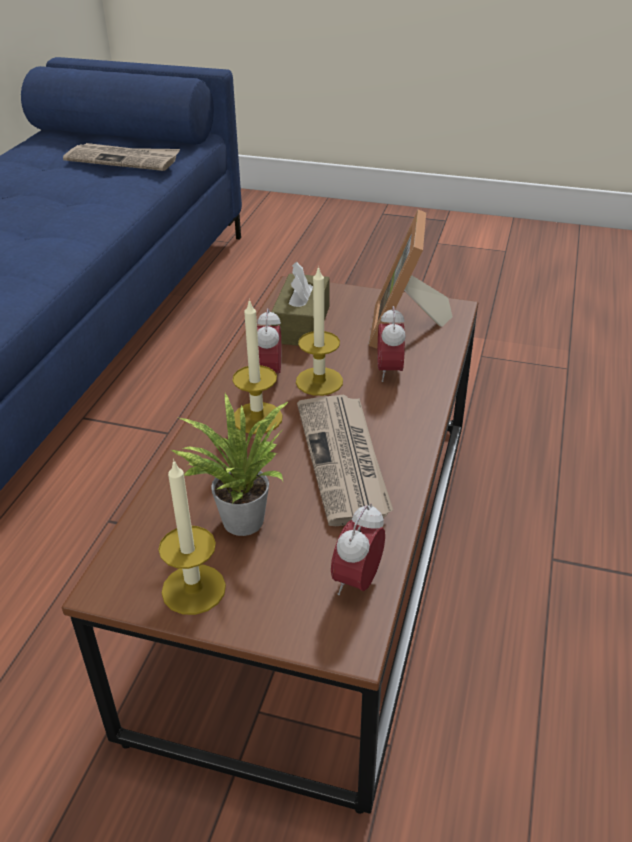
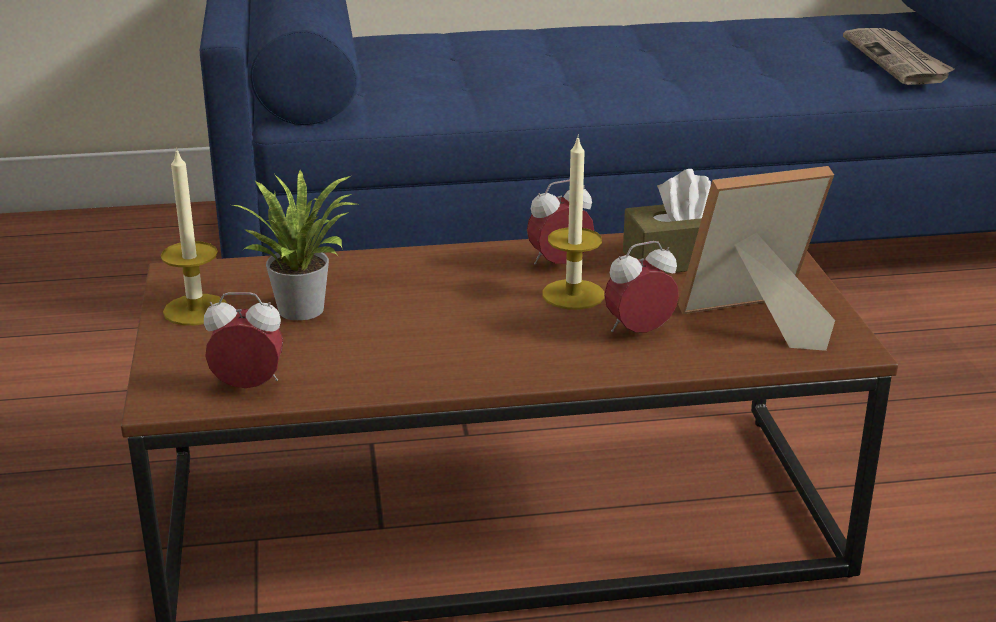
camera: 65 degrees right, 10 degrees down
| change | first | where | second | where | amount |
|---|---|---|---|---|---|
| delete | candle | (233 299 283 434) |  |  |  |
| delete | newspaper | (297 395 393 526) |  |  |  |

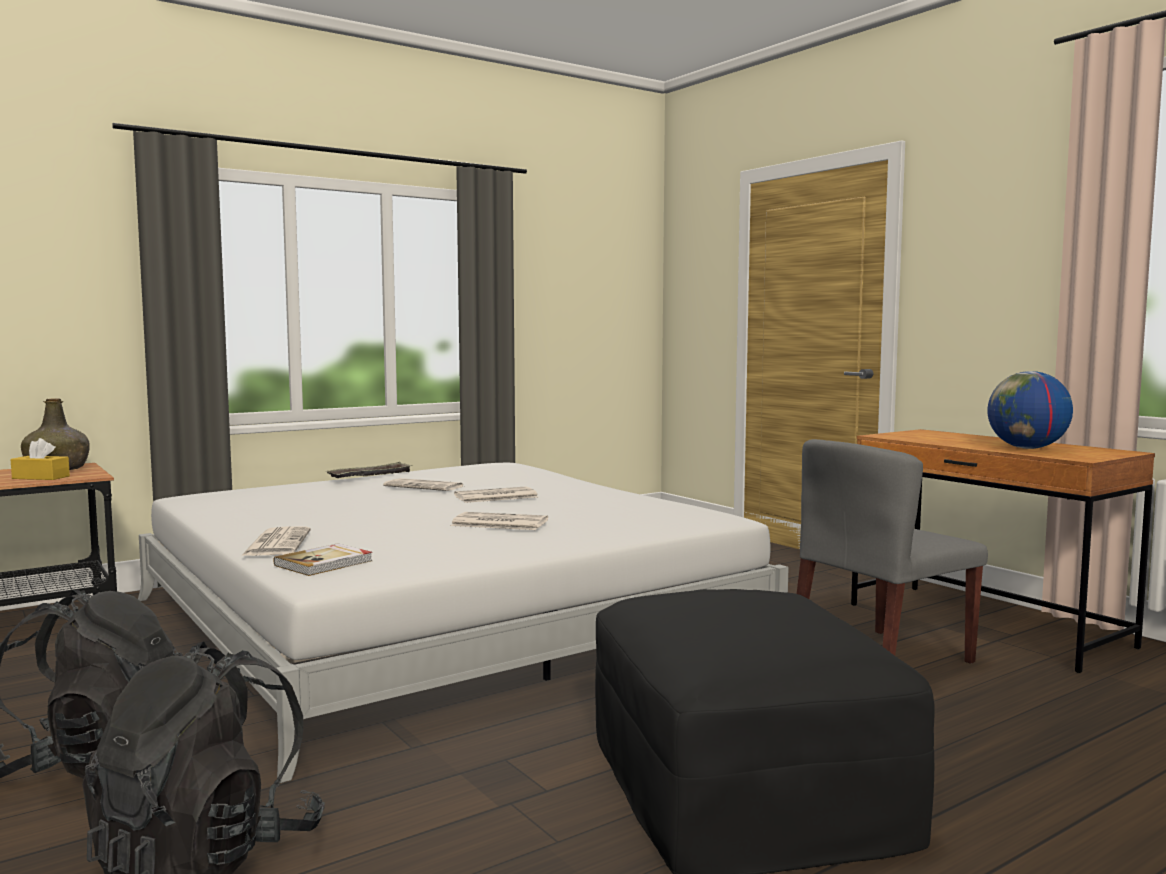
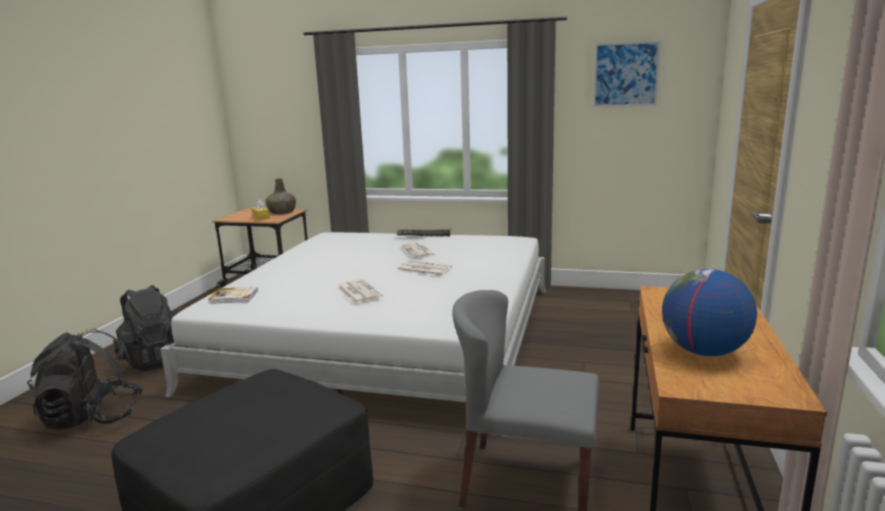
camera: 50 degrees right, 10 degrees up
| change | first | where | second | where | amount |
|---|---|---|---|---|---|
| delete | newspaper | (241 527 311 556) |  |  |  |
| insert |  |  | picture | (593 41 661 107) |  |

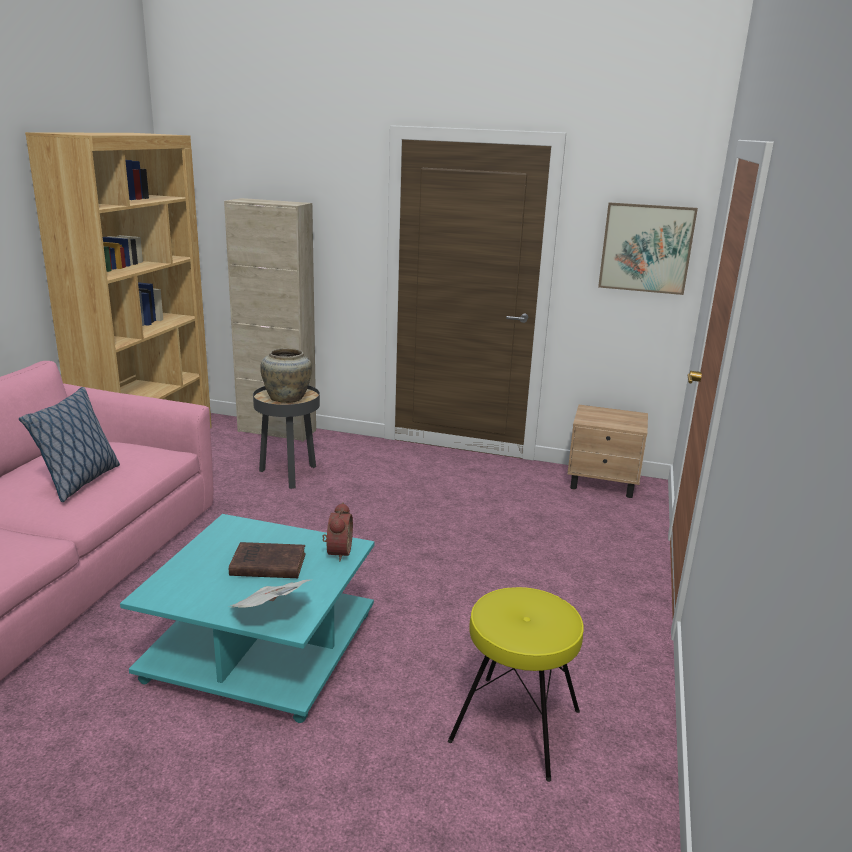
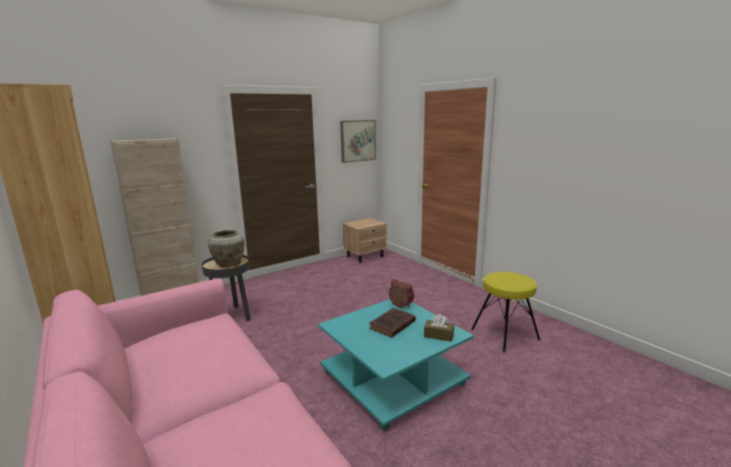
camera: 50 degrees left, 5 degrees down
| change | first | where | second | where | amount |
|---|---|---|---|---|---|
| delete | pillow | (19 387 120 502) |  |  |  |
| replace | newspaper | (231 580 310 608) | brown tissue box | (424 314 454 342) |  |

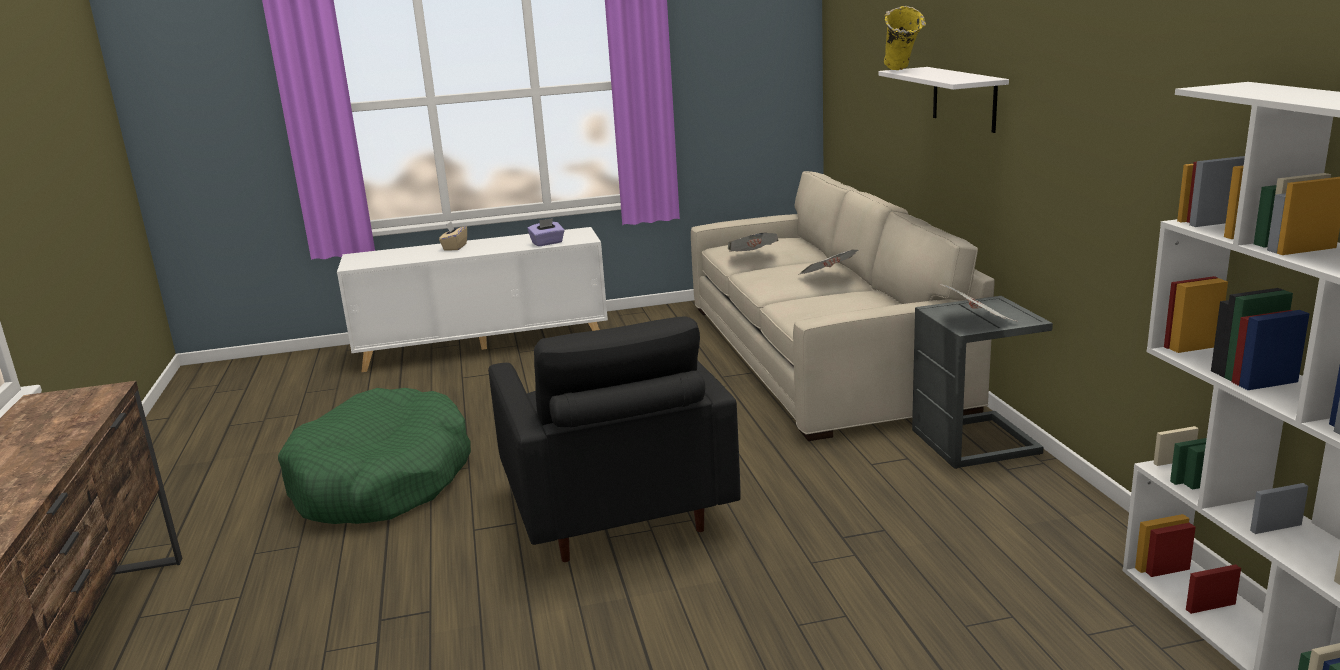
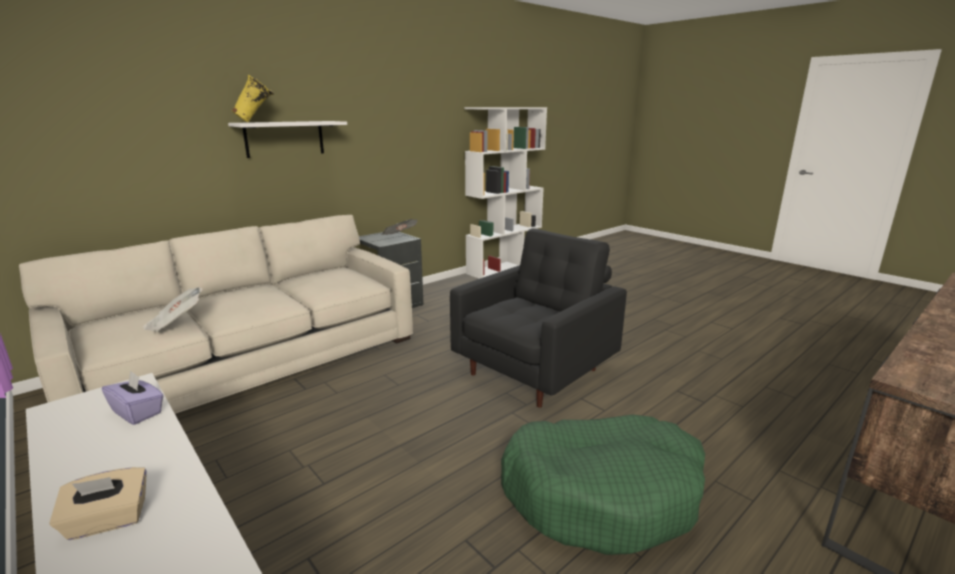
camera: 120 degrees left, 0 degrees up
| change | first | where | second | where | amount |
|---|---|---|---|---|---|
| delete | newspaper | (800 250 858 274) |  |  |  |

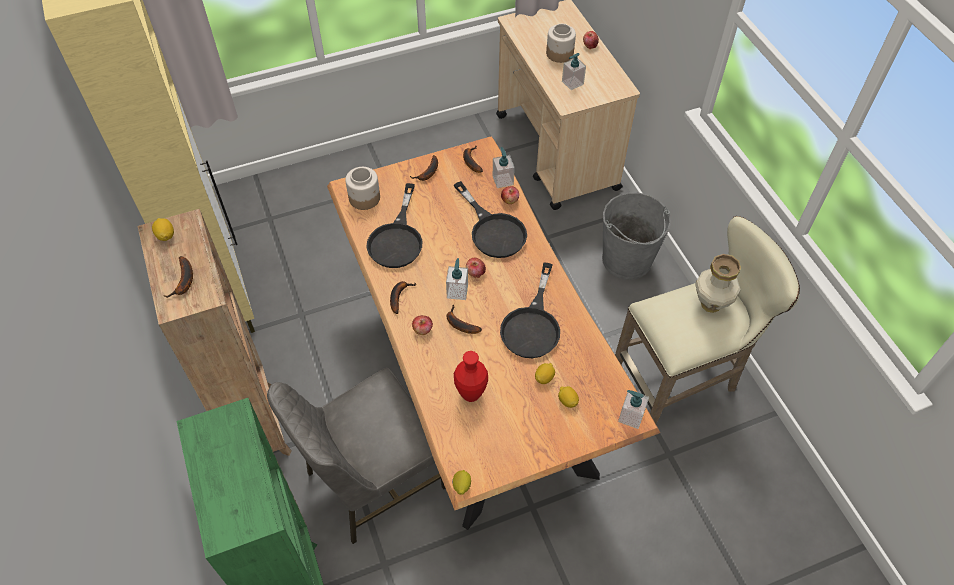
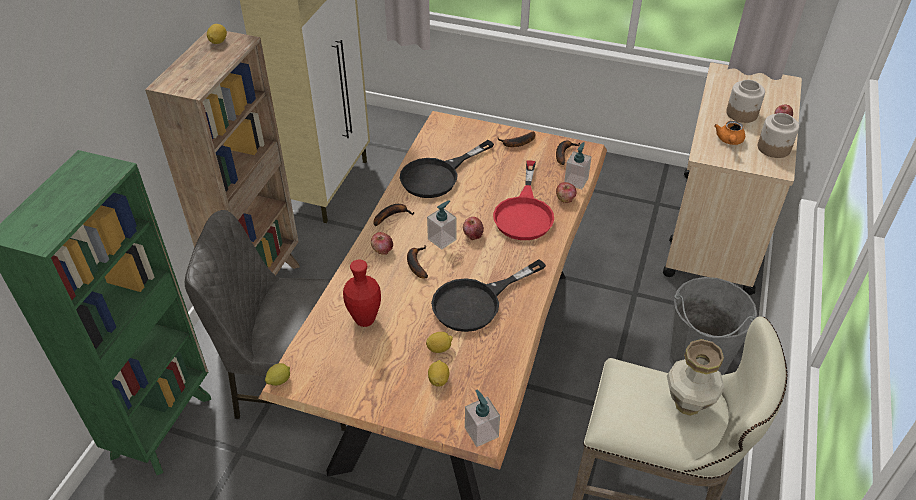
camera: 40 degrees right, 10 degrees down
| change | first | where | second | where | amount |
|---|---|---|---|---|---|
| delete | banana | (164 256 193 298) |  |  |  |
| move | jar | (345 167 380 210) |  | (758 113 799 158) |  |
| replace | soap dispenser | (562 53 586 90) | orange teapot | (714 121 745 145) |  |
| recolor | black frying pan | (454 181 527 258) | red frying pan | (493 161 554 240) |  |

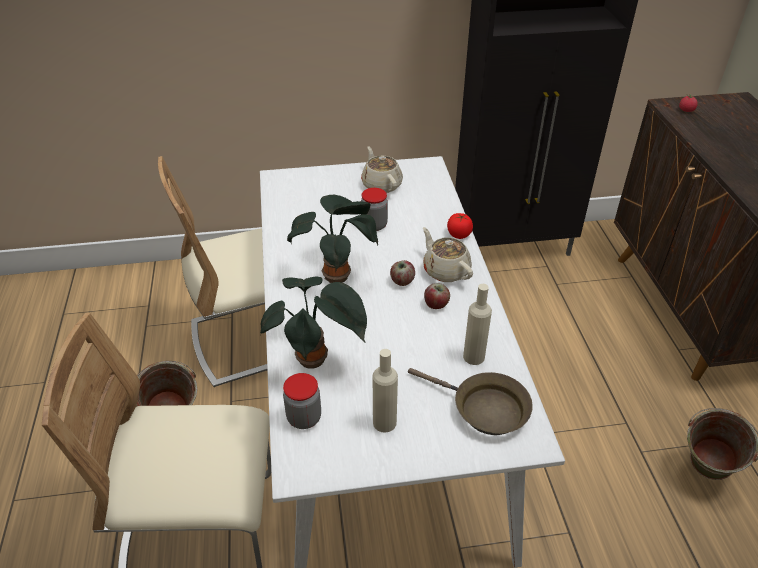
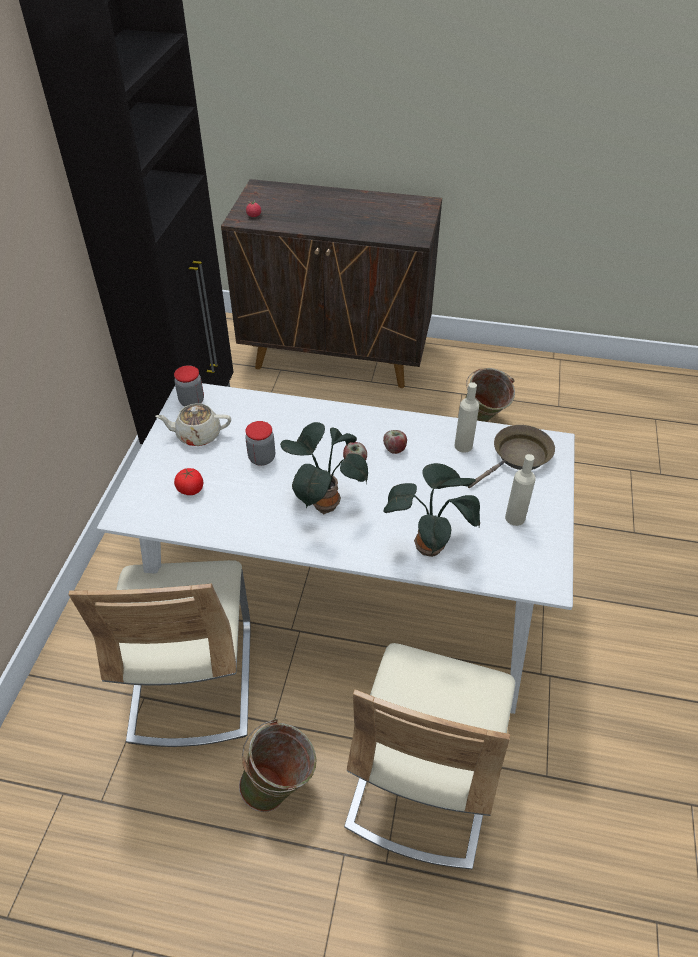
camera: 70 degrees left, 5 degrees up
| change | first | where | second | where | amount |
|---|---|---|---|---|---|
| delete | beige teapot | (423 227 473 282) |  |  |  |
| move | jar | (283 373 321 429) |  | (174 366 204 407) |  |
| move | tomato | (447 213 473 239) |  | (174 468 203 495) |  |

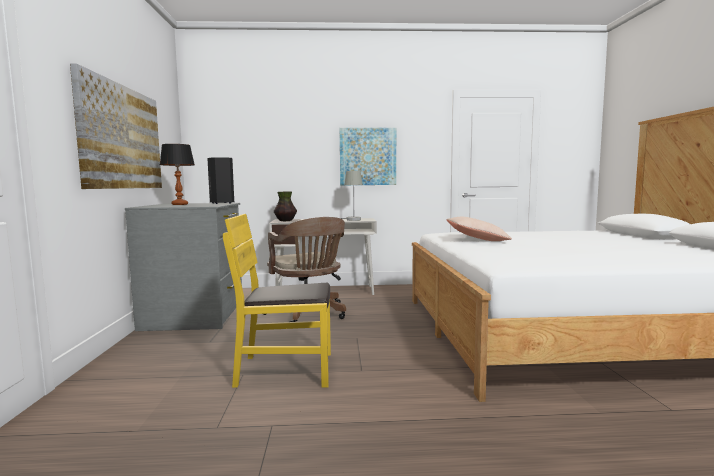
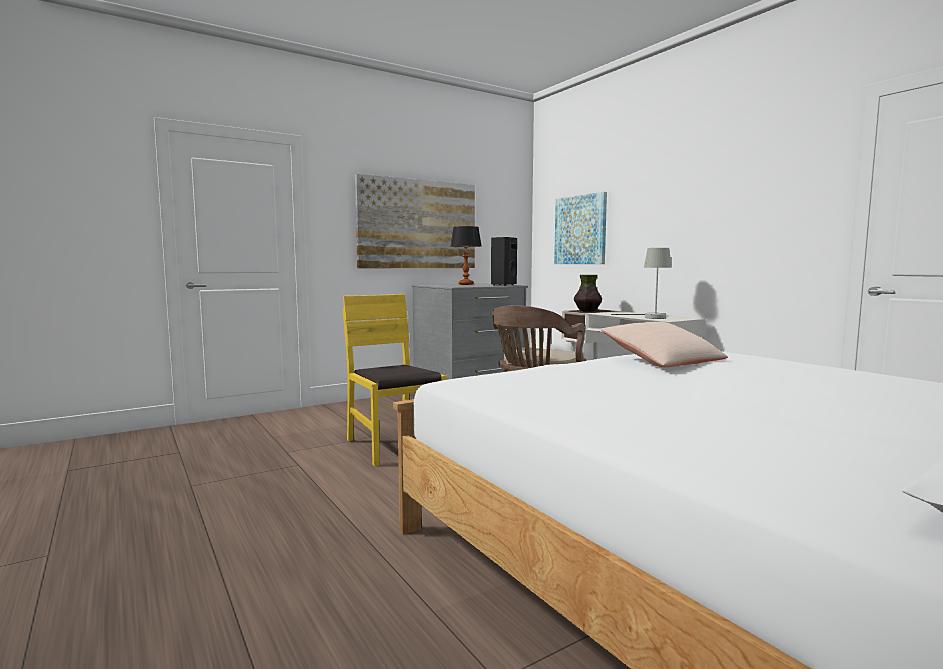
camera: 60 degrees right, 0 degrees up
| change | first | where | second | where | amount |
|---|---|---|---|---|---|
| move | picture | (339 128 396 185) |  | (554 192 607 264) |  |

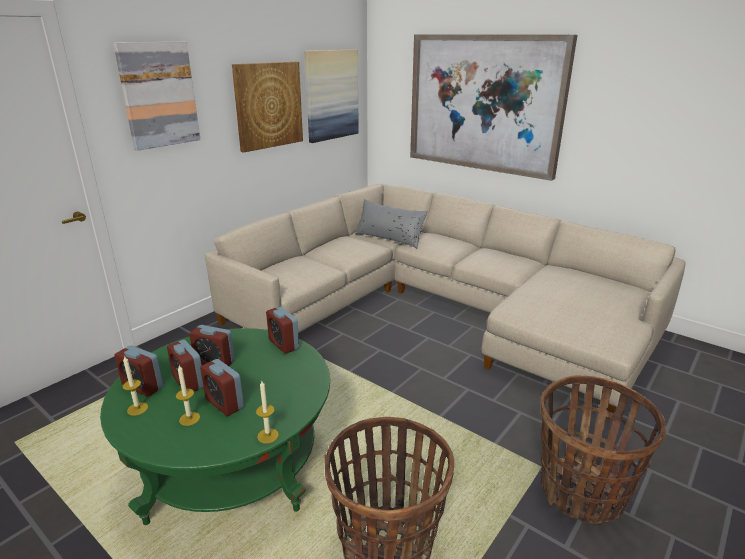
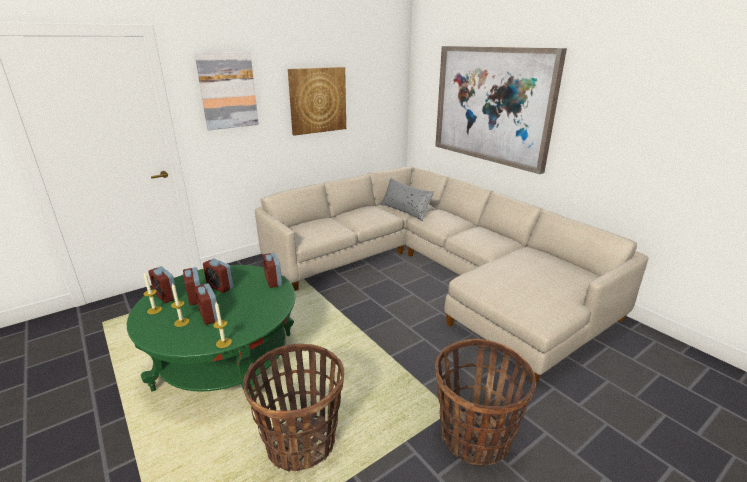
camera: 15 degrees right, 0 degrees up
| change | first | where | second | where | amount |
|---|---|---|---|---|---|
| delete | picture | (304 49 359 143) |  |  |  |

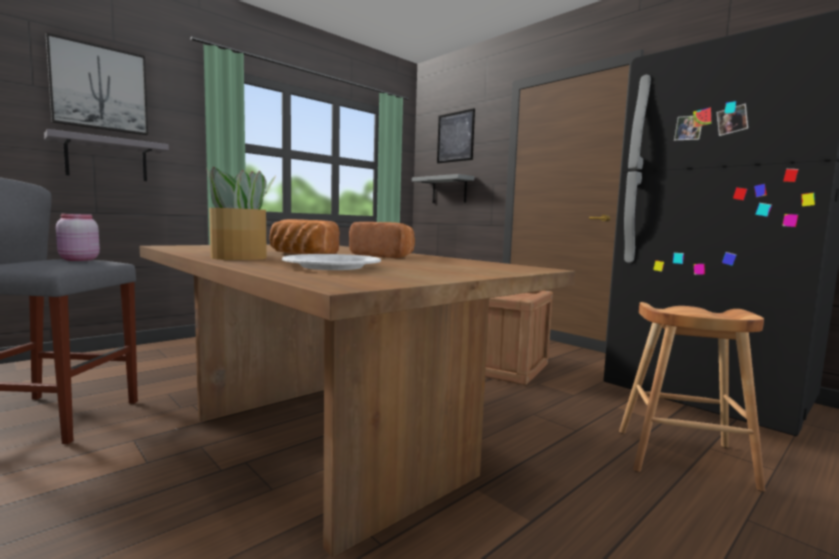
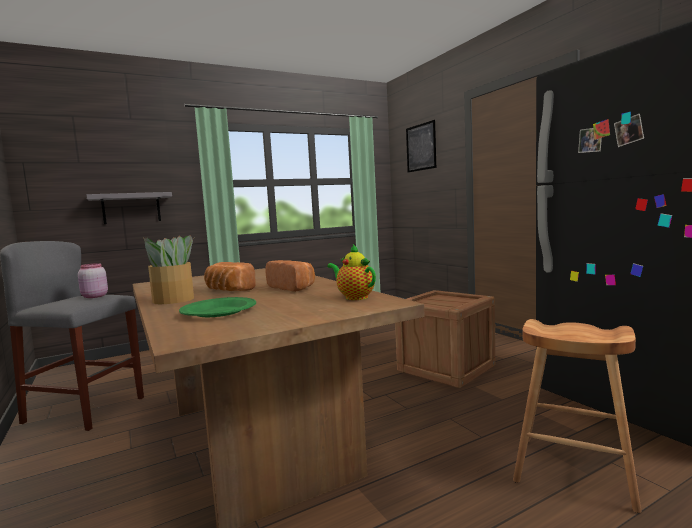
camera: 15 degrees right, 0 degrees up
| change | first | where | second | where | amount |
|---|---|---|---|---|---|
| delete | picture | (46 32 148 135) |  |  |  |
| delete | grey shelf | (412 174 474 203) |  |  |  |
| insert |  |  | teapot | (327 244 376 300) |  |
| recolor | white plate | (282 254 381 270) | green plate | (179 297 256 317) |  |

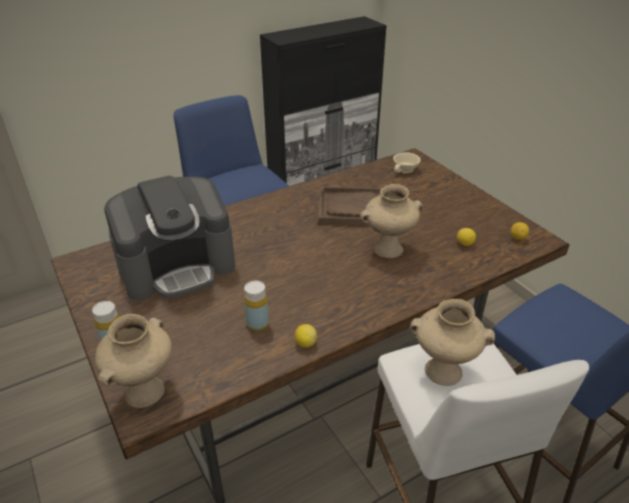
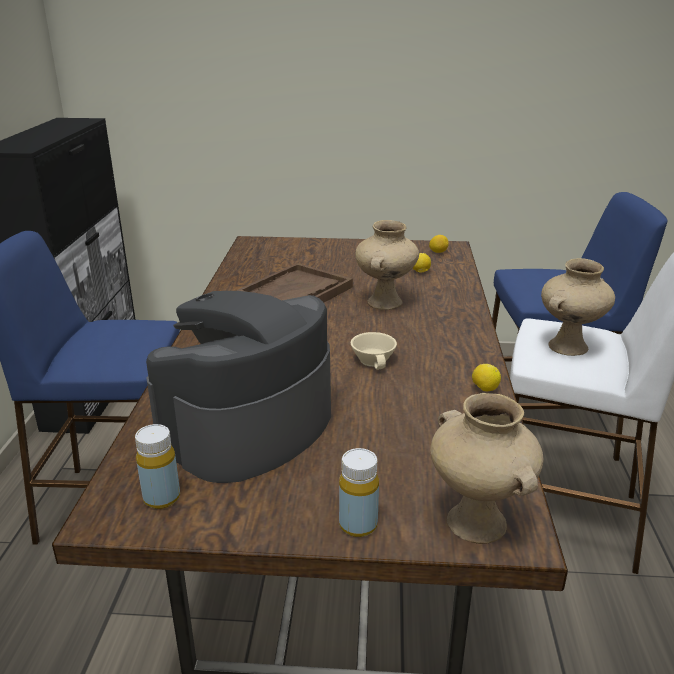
camera: 55 degrees left, 10 degrees down
| change | first | where | second | where | amount |
|---|---|---|---|---|---|
| move | yellow bottle | (244 280 269 331) |  | (135 424 180 509) |  |
| move | beige cup | (393 152 421 173) |  | (351 332 397 370) |  |
| rotate | coffee machine | (104 176 235 300) |  | (146 291 331 483) | 150 degrees counterclockwise |

